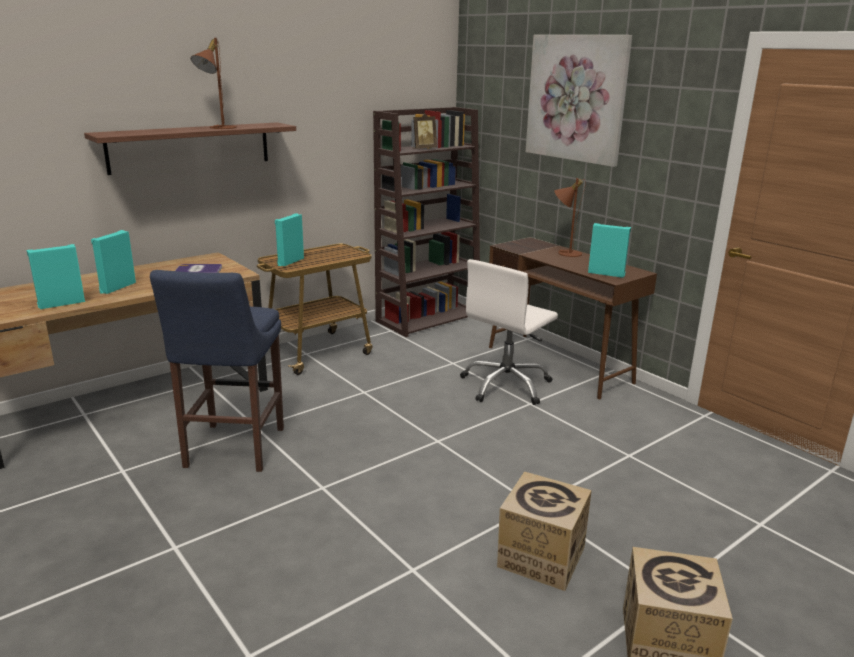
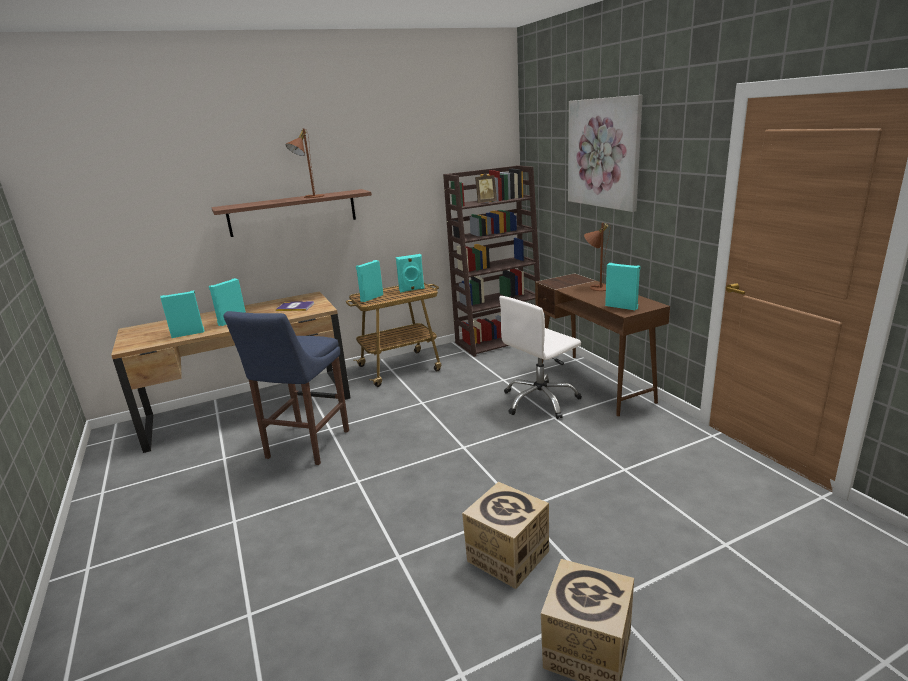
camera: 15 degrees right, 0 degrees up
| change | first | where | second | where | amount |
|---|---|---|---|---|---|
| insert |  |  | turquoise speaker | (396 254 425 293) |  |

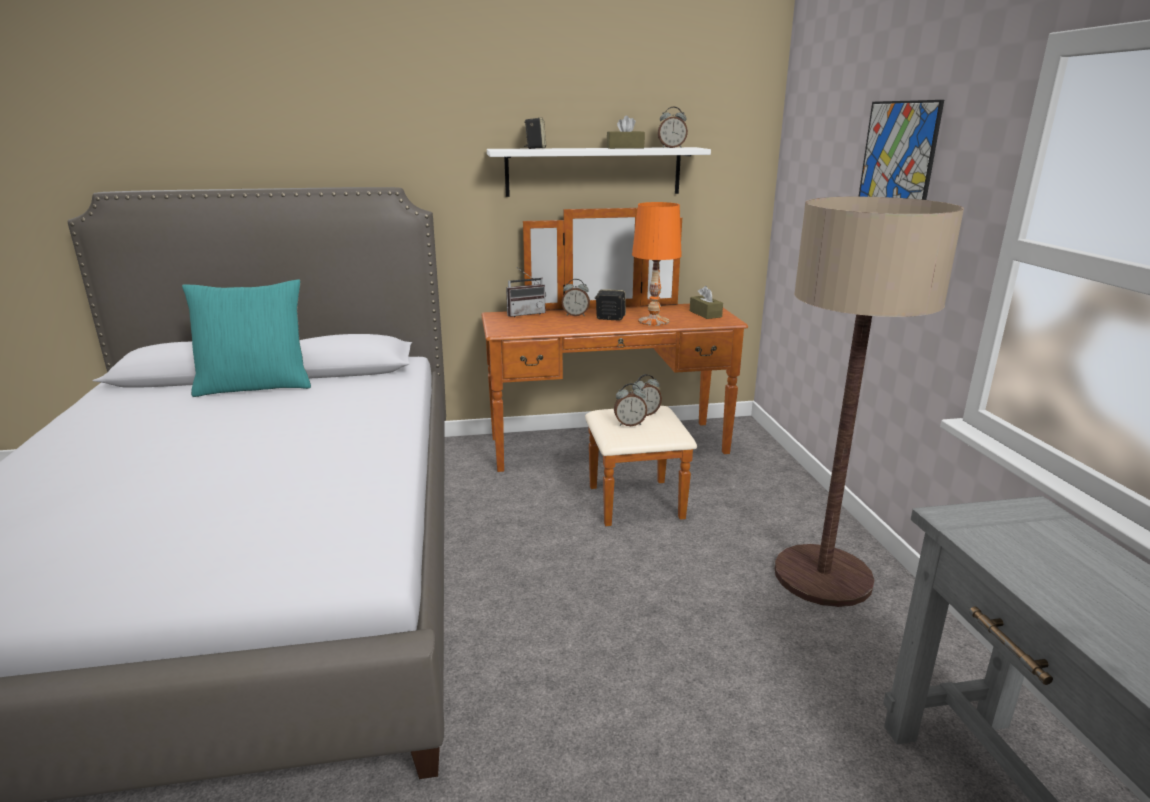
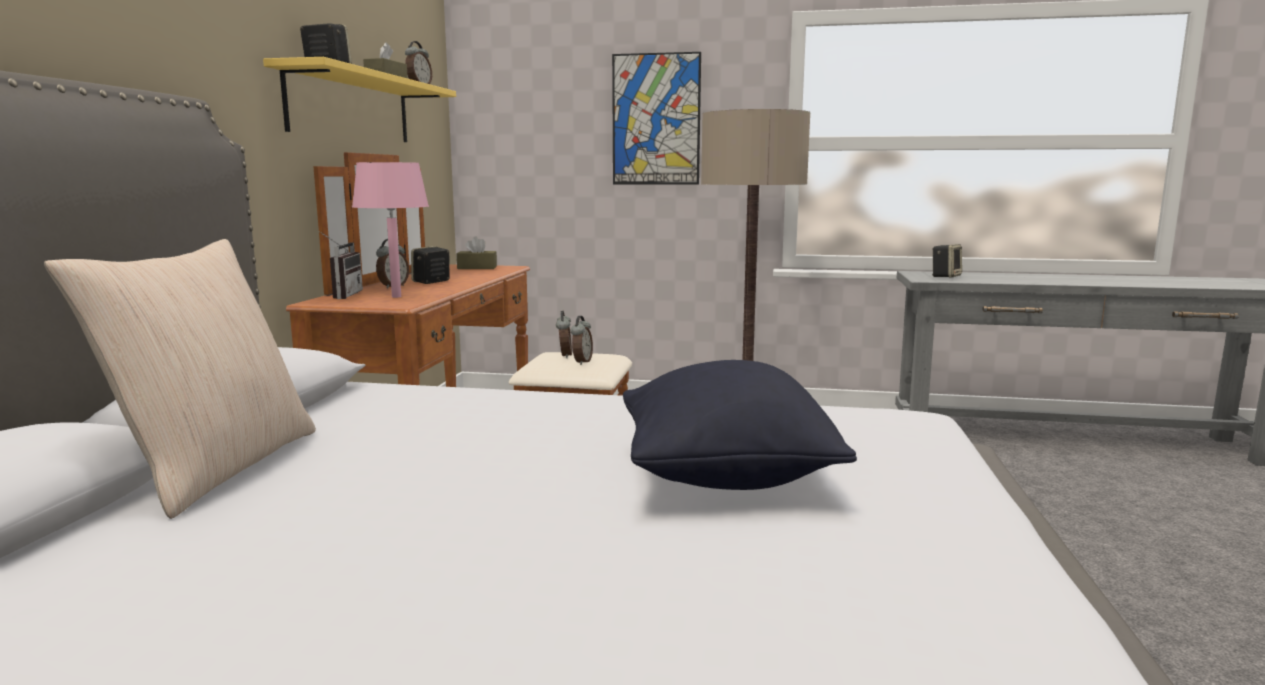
camera: 70 degrees left, 10 degrees down
| change | first | where | second | where | amount |
|---|---|---|---|---|---|
| delete | orange table lamp | (632 202 682 326) |  |  |  |
| insert |  |  | pink table lamp | (352 162 429 298) |  |
| insert |  |  | black pillow | (623 360 857 490) |  |
| insert |  |  | speaker | (932 244 962 277) |  |
| recolor | turquoise pillow | (182 279 311 397) | beige pillow | (44 239 316 519) |  |
| recolor | white shelf | (487 147 711 197) | yellow shelf | (263 57 456 142) |  |

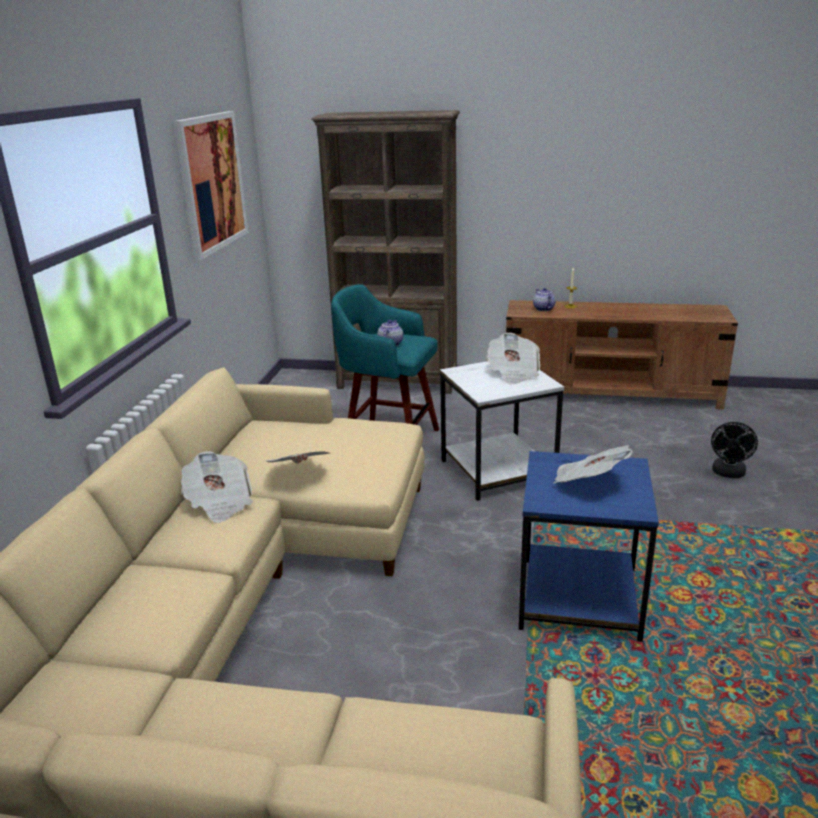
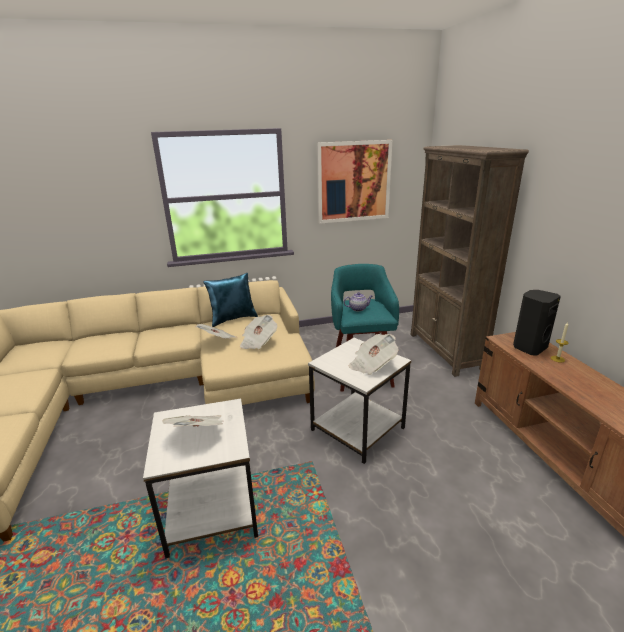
camera: 65 degrees right, 0 degrees up
| change | first | where | second | where | amount |
|---|---|---|---|---|---|
| delete | black fan | (711 422 758 478) |  |  |  |
| insert |  |  | blue pillow | (203 273 258 327) |  |
| move | newspaper | (181 451 253 523) |  | (240 315 277 349) |  |
| replace | teapot | (533 288 556 311) | black speaker | (513 290 561 356) |  |
| recolor | blue side table | (519 451 659 642) | white side table | (143 399 258 559) |  |

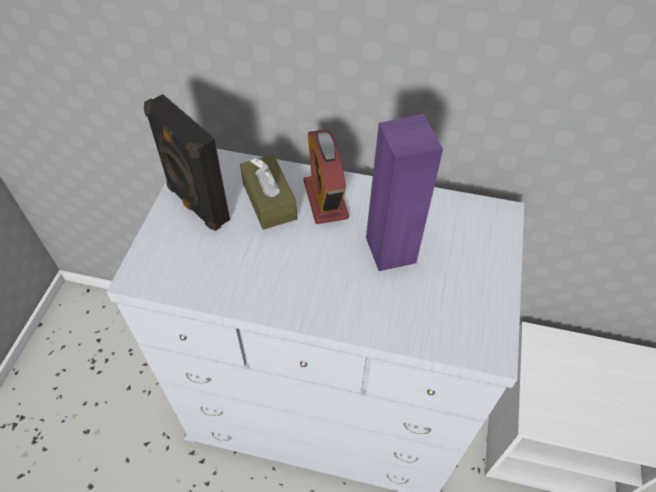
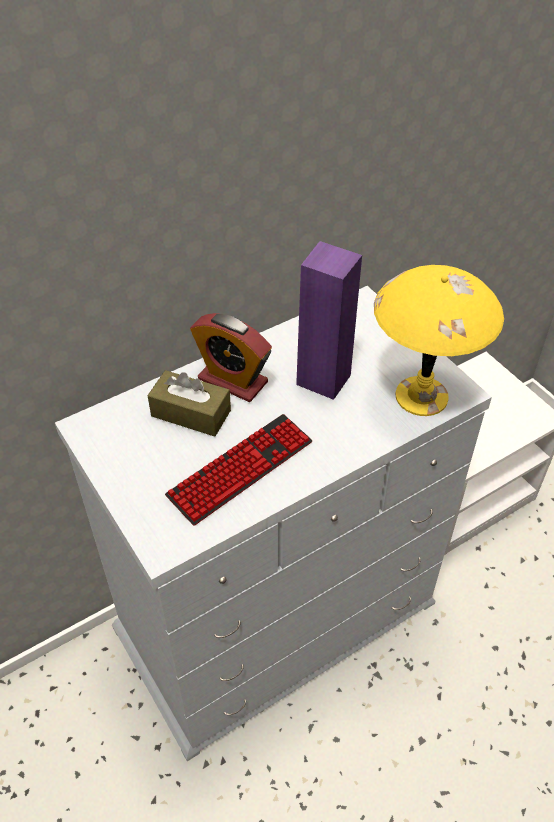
camera: 45 degrees left, 5 degrees down
| change | first | where | second | where | amount |
|---|---|---|---|---|---|
| delete | black speaker | (144 94 230 231) |  |  |  |
| insert |  |  | keyboard | (165 414 312 526) |  |
| insert |  |  | yellow table lamp | (374 265 504 416) |  |

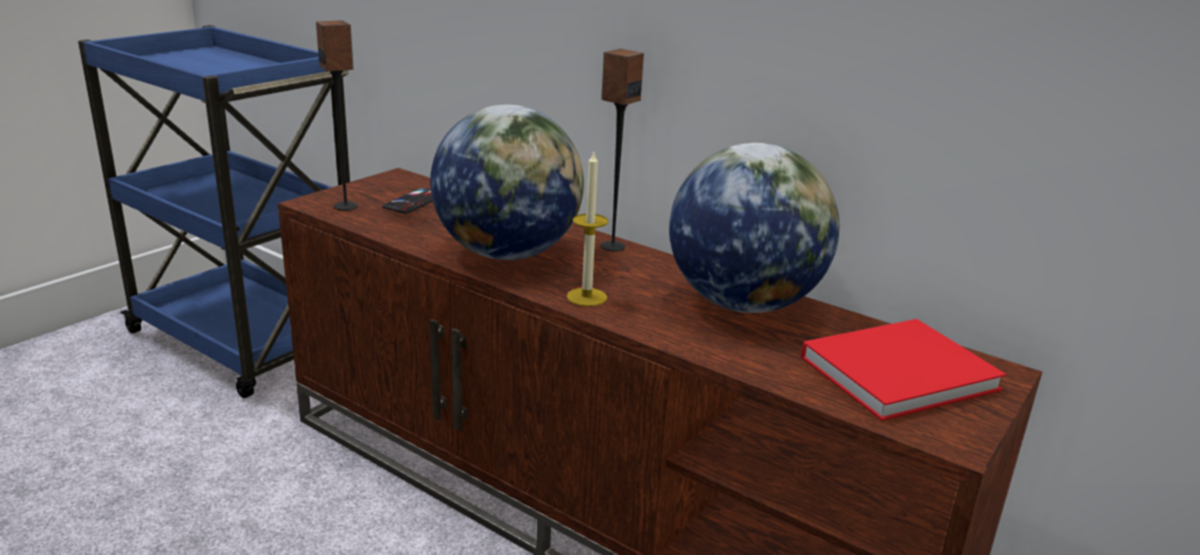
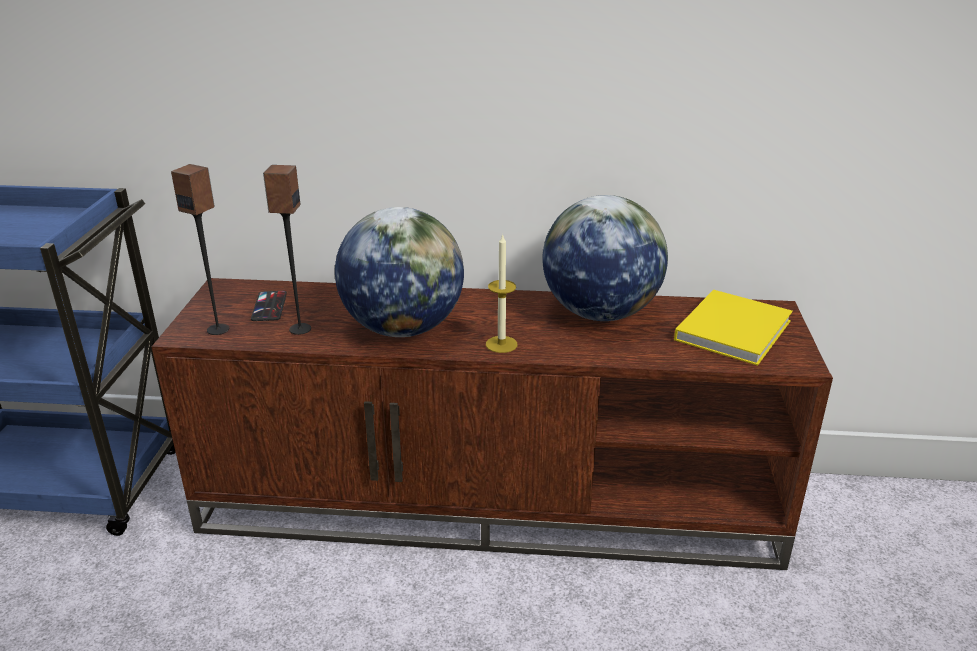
camera: 30 degrees left, 5 degrees up
| change | first | where | second | where | amount |
|---|---|---|---|---|---|
| move | speaker | (600 49 644 252) |  | (263 165 311 335) |  |
| recolor | red book | (801 319 1006 421) | yellow book | (674 290 793 366) |  |

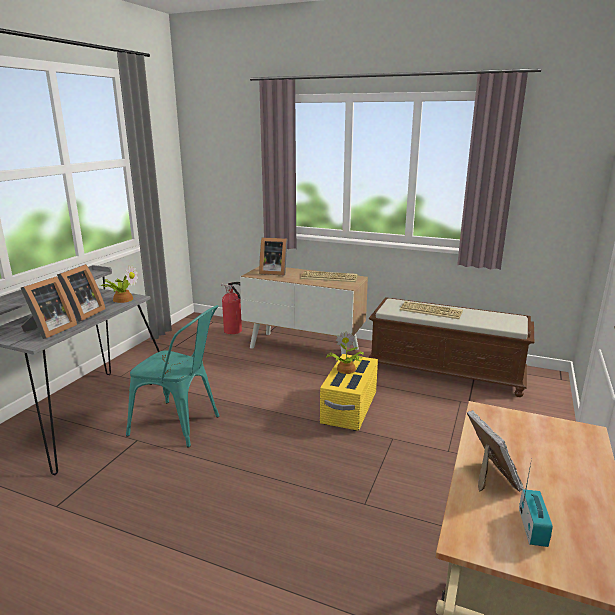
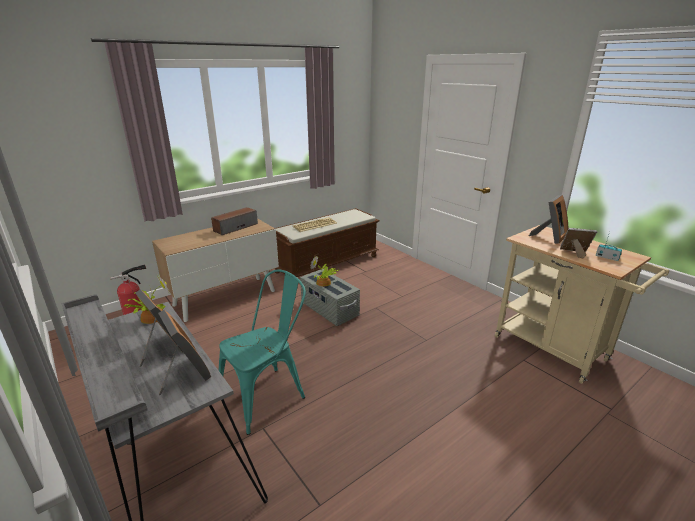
camera: 60 degrees left, 5 degrees up
| change | first | where | second | where | amount |
|---|---|---|---|---|---|
| move | picture frame | (259 237 287 276) |  | (529 195 568 244) |  |
| replace | keyboard | (301 271 358 282) | speaker | (211 207 258 235) |  |
| recolor | yellow storage box | (320 354 378 431) | grey storage box | (300 269 360 326) |  |

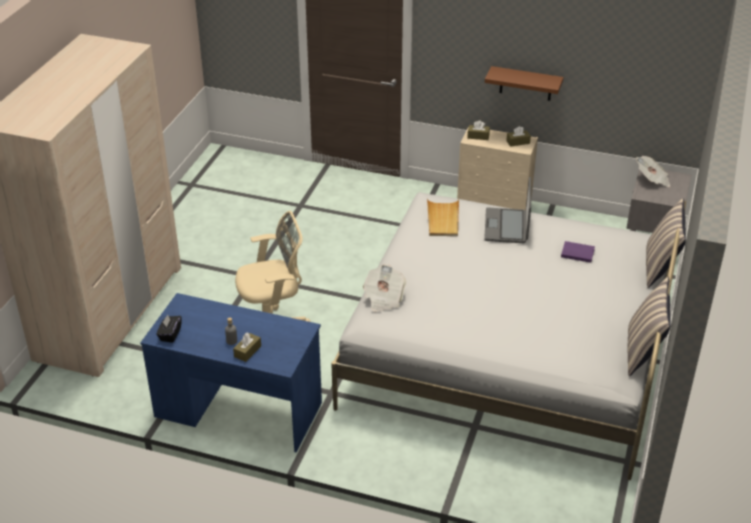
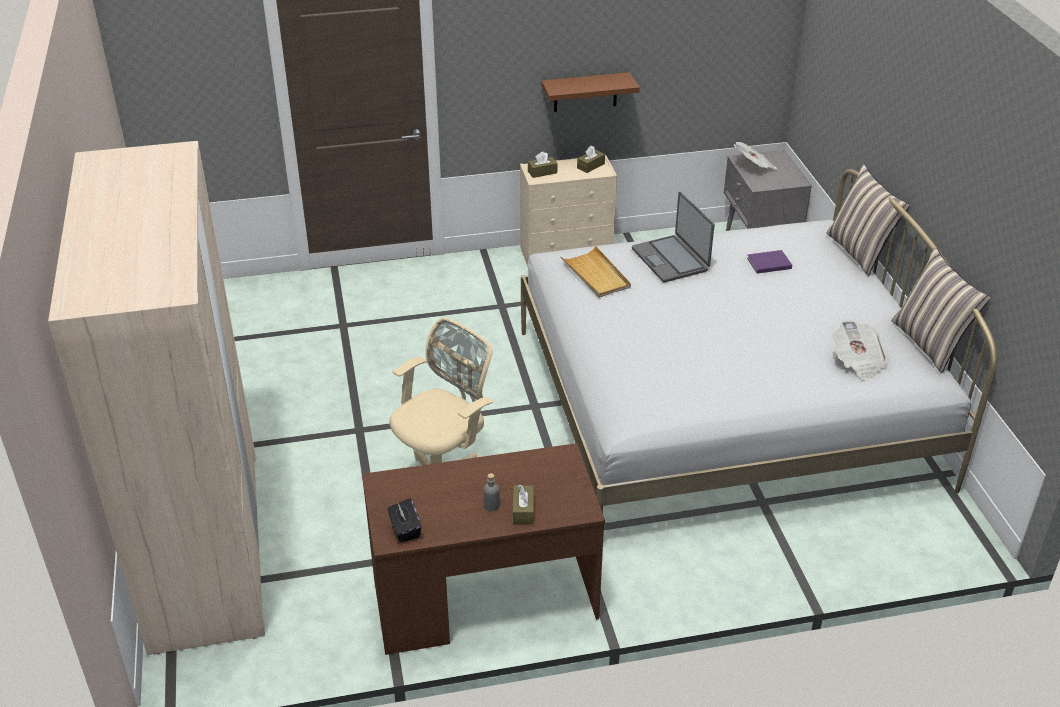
camera: 30 degrees left, 0 degrees up
| change | first | where | second | where | amount |
|---|---|---|---|---|---|
| move | newspaper | (363 264 406 312) |  | (833 320 888 381) |  |
| recolor | blue desk | (140 293 322 452) | brown desk | (362 443 605 655) |  |

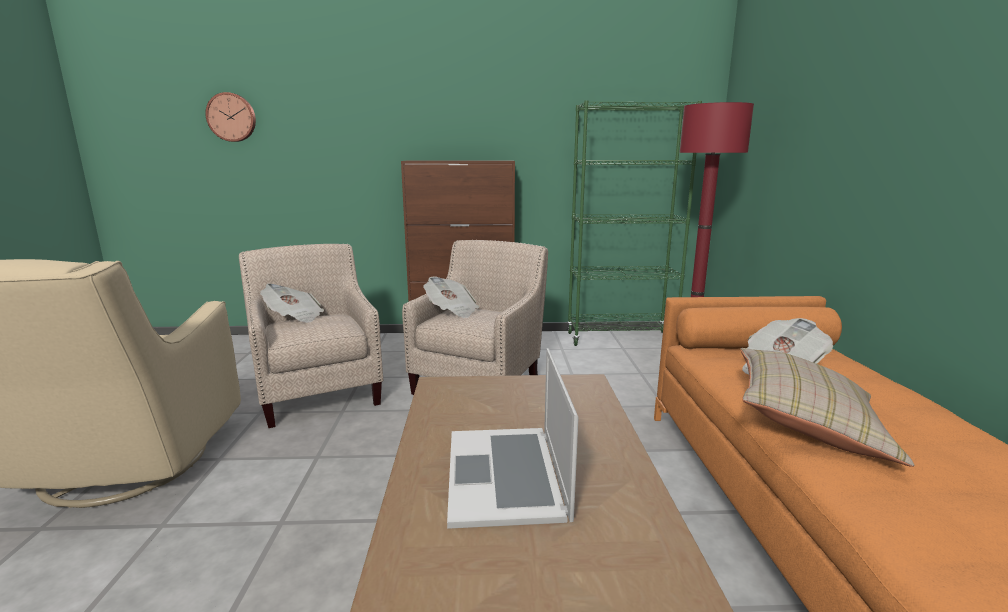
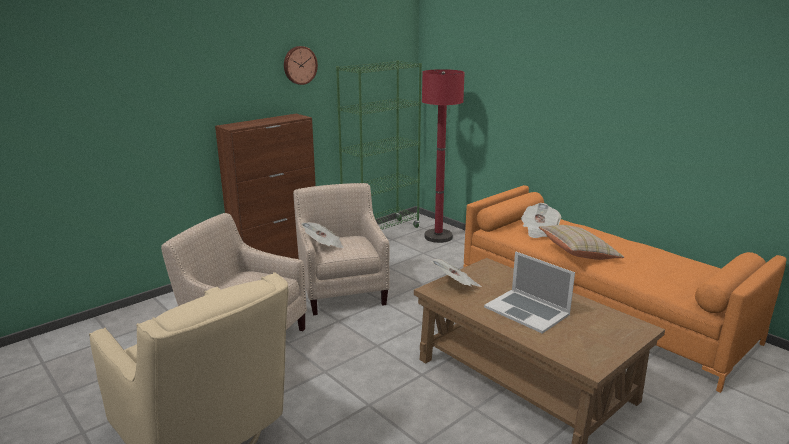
camera: 40 degrees left, 5 degrees up
| change | first | where | second | where | amount |
|---|---|---|---|---|---|
| move | wall clock | (205 92 256 142) |  | (284 46 318 85) |  |
| move | newspaper | (260 283 324 323) |  | (431 259 482 287) |  |

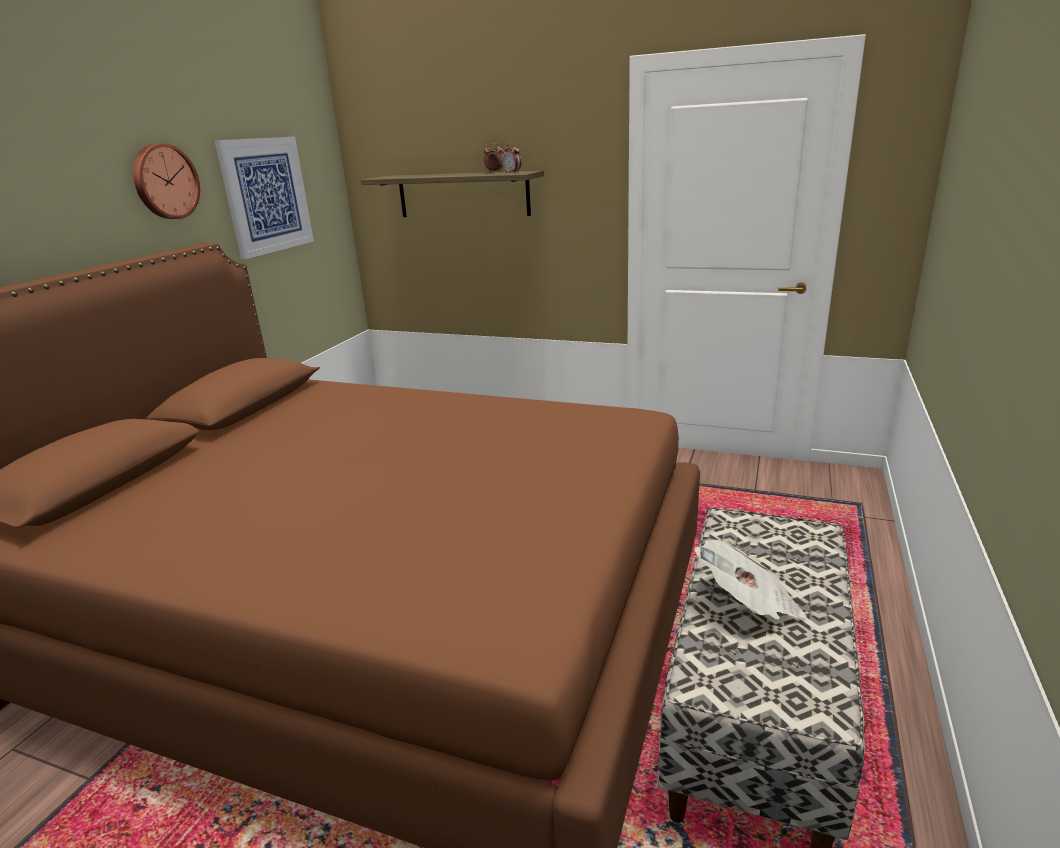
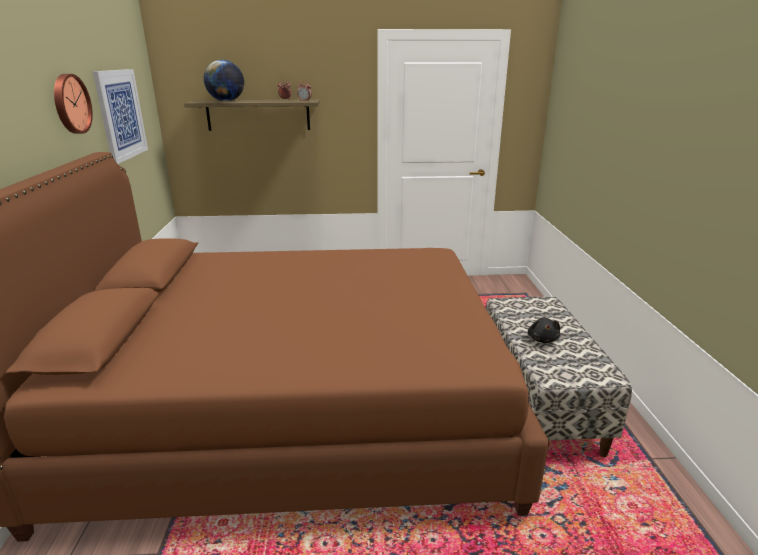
camera: 25 degrees left, 0 degrees up
| change | first | where | second | where | amount |
|---|---|---|---|---|---|
| insert |  |  | globe | (204 60 244 101) |  |
| replace | newspaper | (695 540 807 620) | black plush toy | (528 318 560 343) |  |

